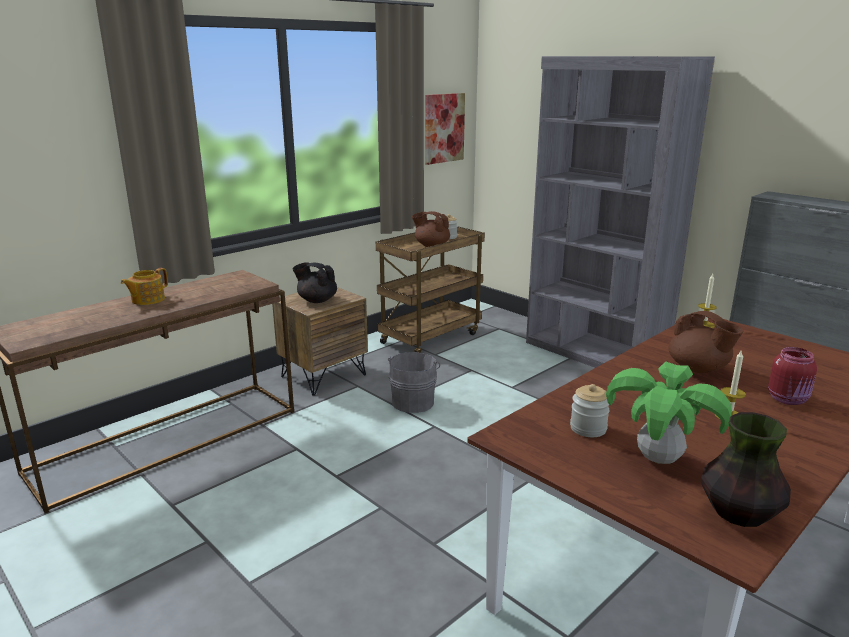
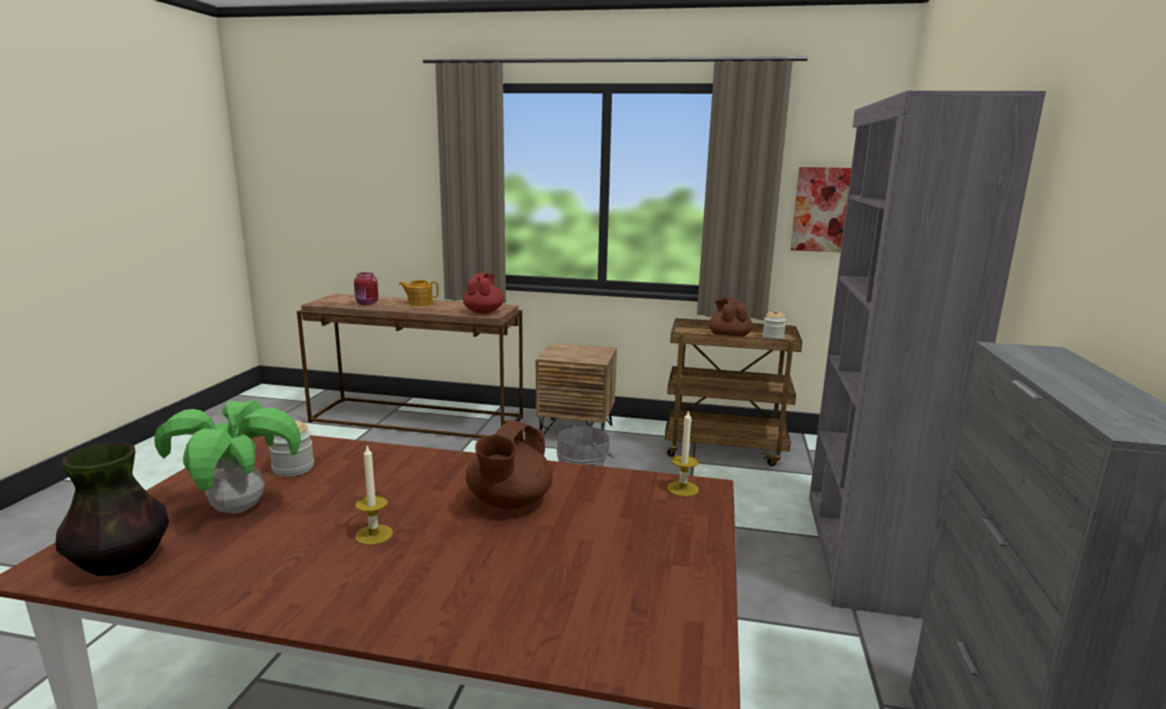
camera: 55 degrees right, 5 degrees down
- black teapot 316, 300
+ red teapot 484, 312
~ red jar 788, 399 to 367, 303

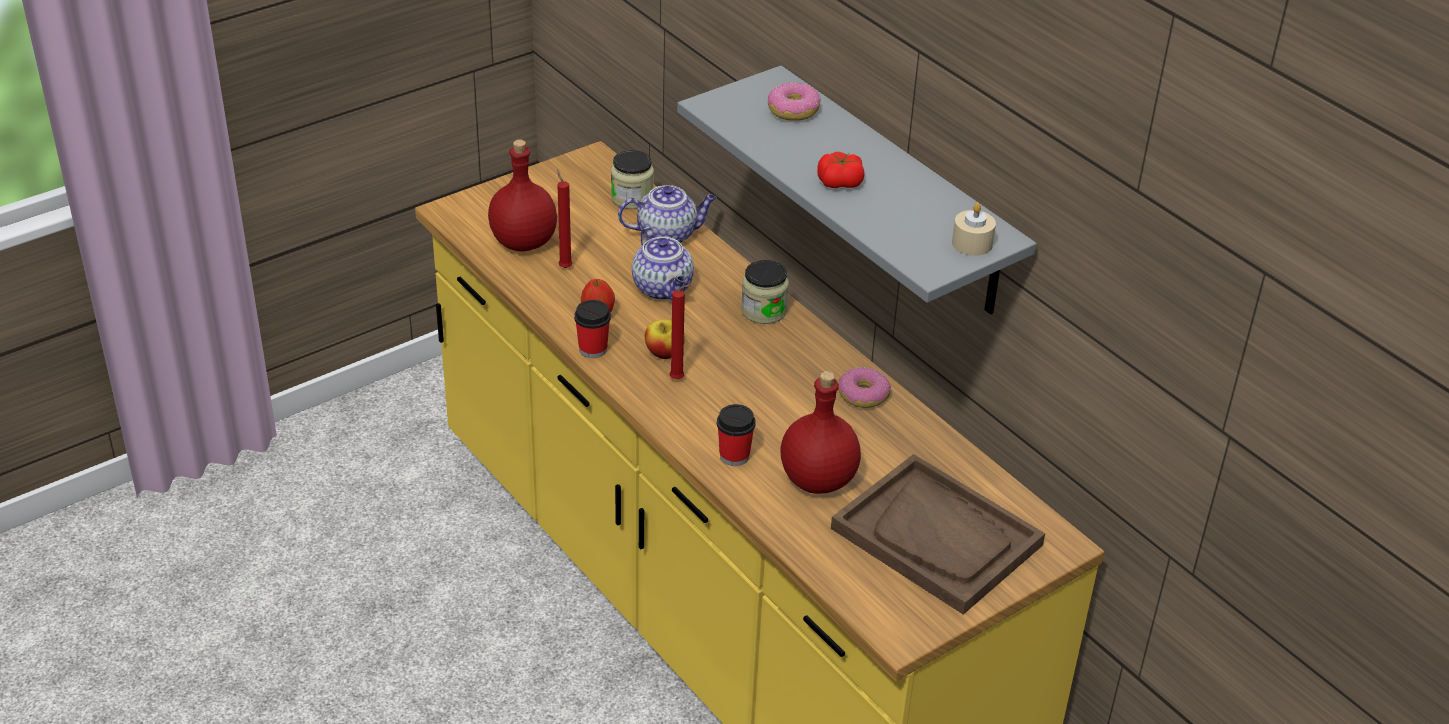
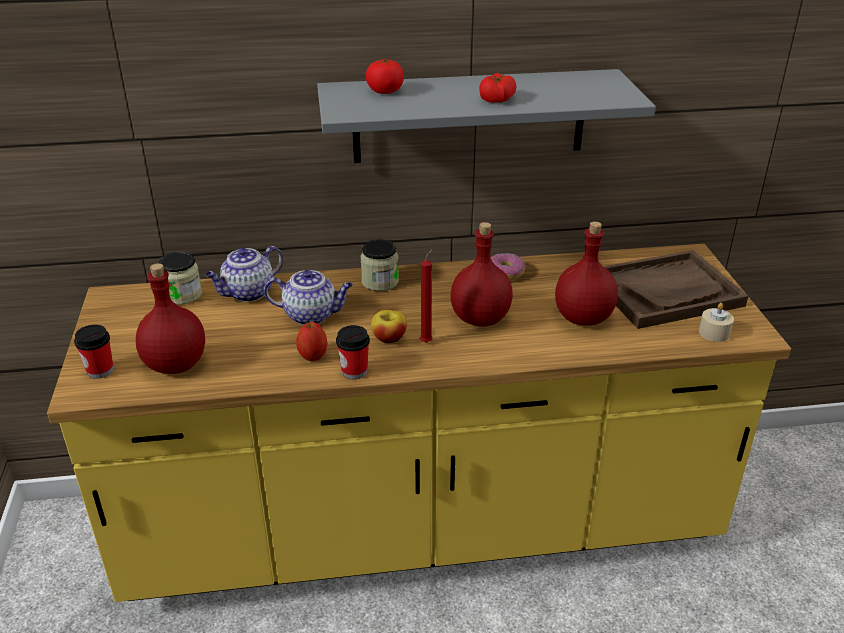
camera: 60 degrees left, 5 degrees down
- red candle 564, 266
+ red bottle 481, 319
~ cup 734, 456 to 100, 370
~ beige candle 972, 243 to 714, 333
~ donut 793, 110 to tomato 385, 91
~ teapot 668, 235 = 248, 293 150 degrees counterclockwise

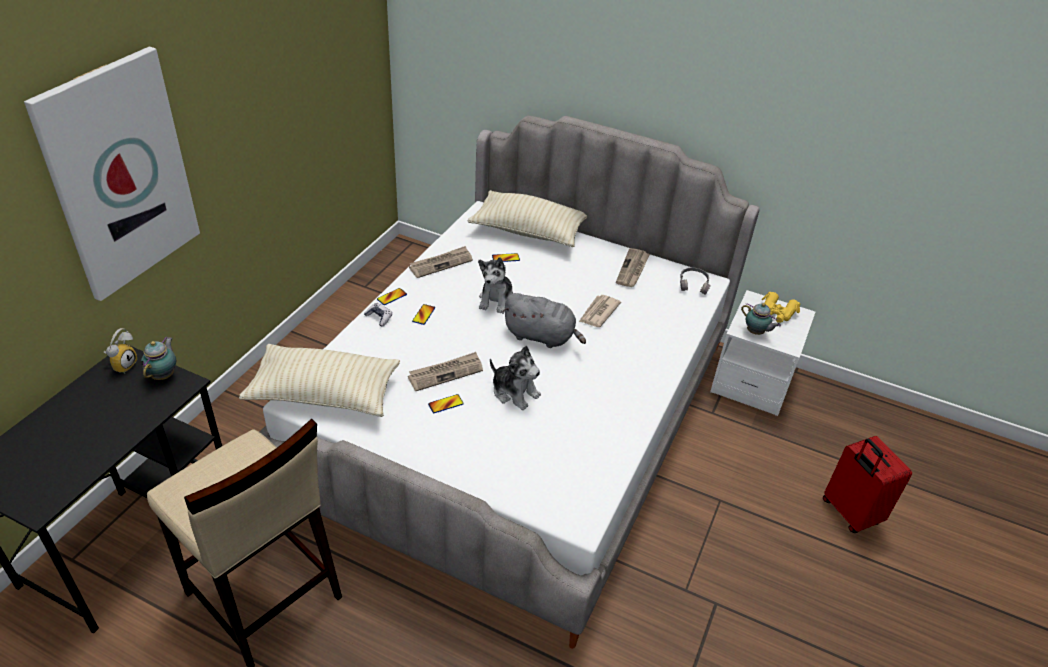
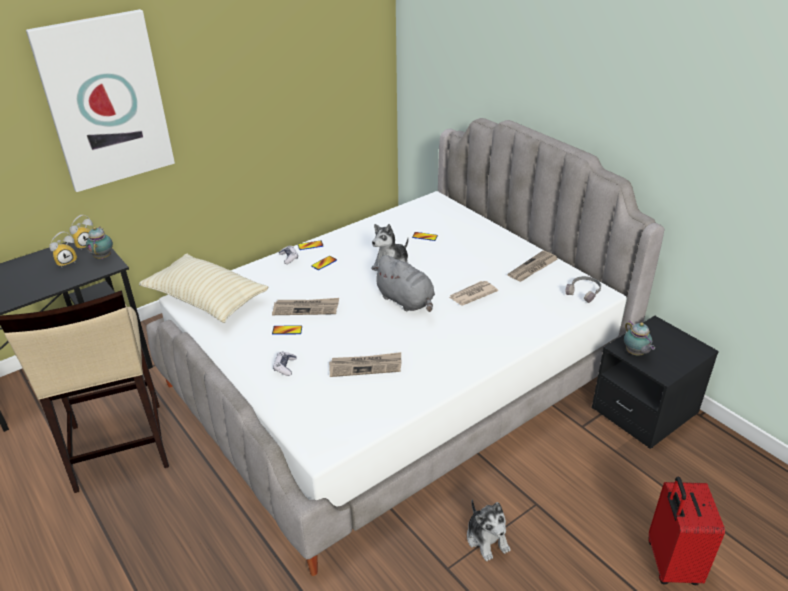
camera: 30 degrees right, 5 degrees down
- beige pillow 528, 231
- yellow binoculars 777, 312
+ alarm clock 67, 261
+ game controller 285, 367
~ newspaper 441, 263 to 366, 366
~ plush toy 514, 392 to 487, 539
~ white nightstand 752, 381 to black nightstand 644, 411
~ teapot 164, 375 = 103, 256 45 degrees counterclockwise

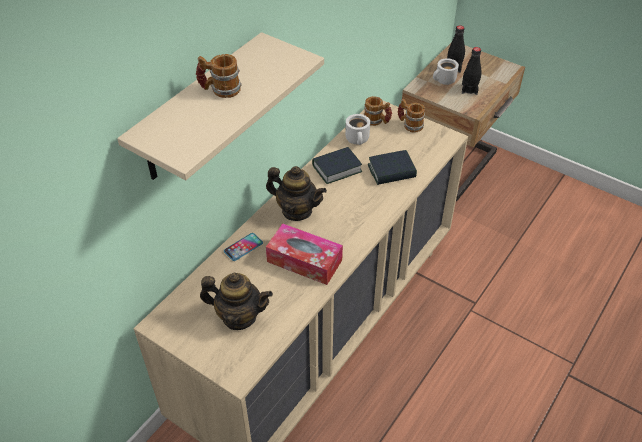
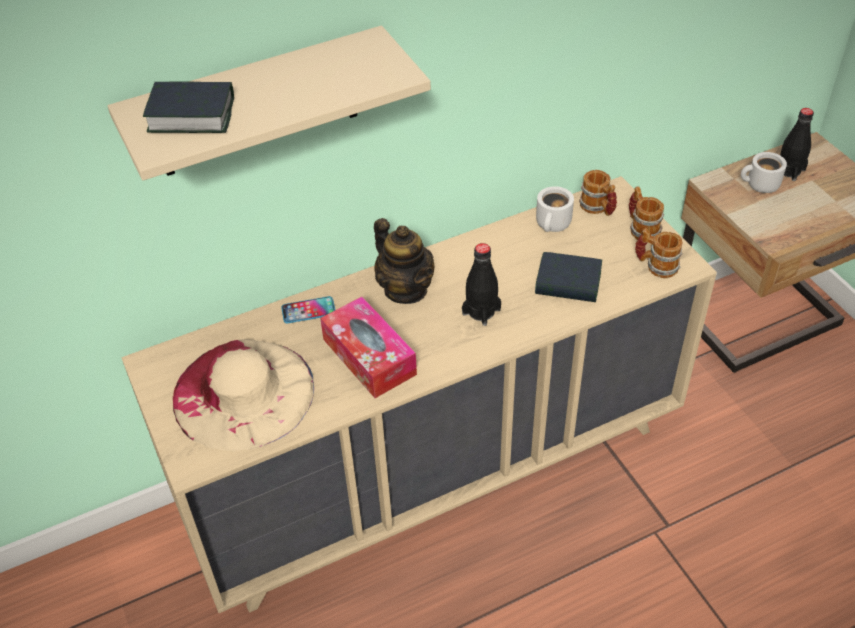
camera: 30 degrees right, 0 degrees up
~ mug 220, 90 to 656, 265
~ book 337, 169 to 191, 115
~ black bottle 469, 89 to 481, 311
~ teapot 239, 316 to beige hat 243, 393

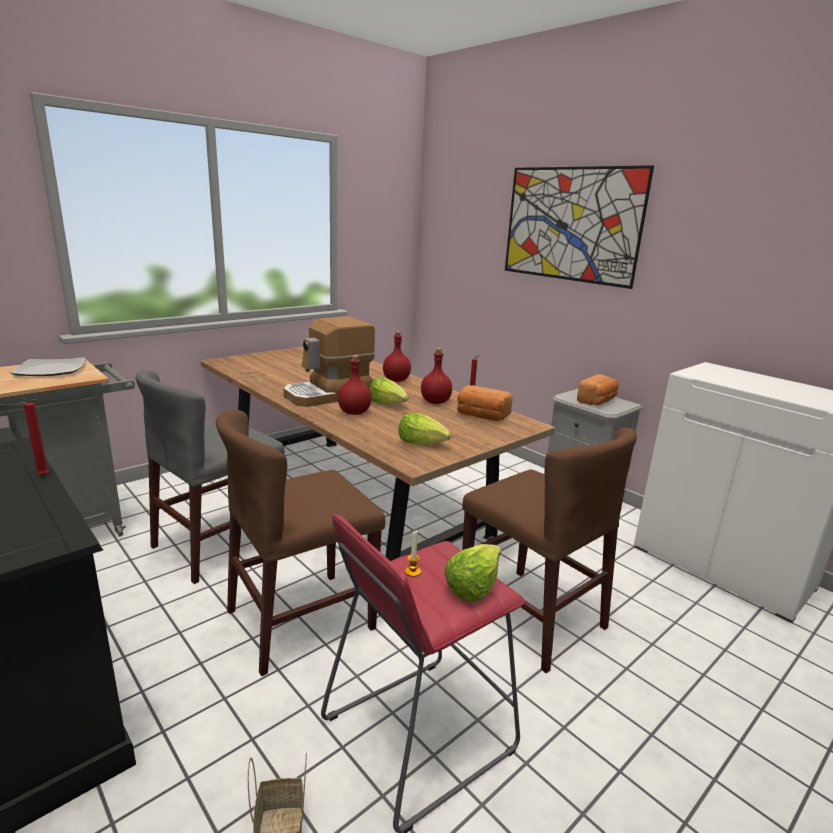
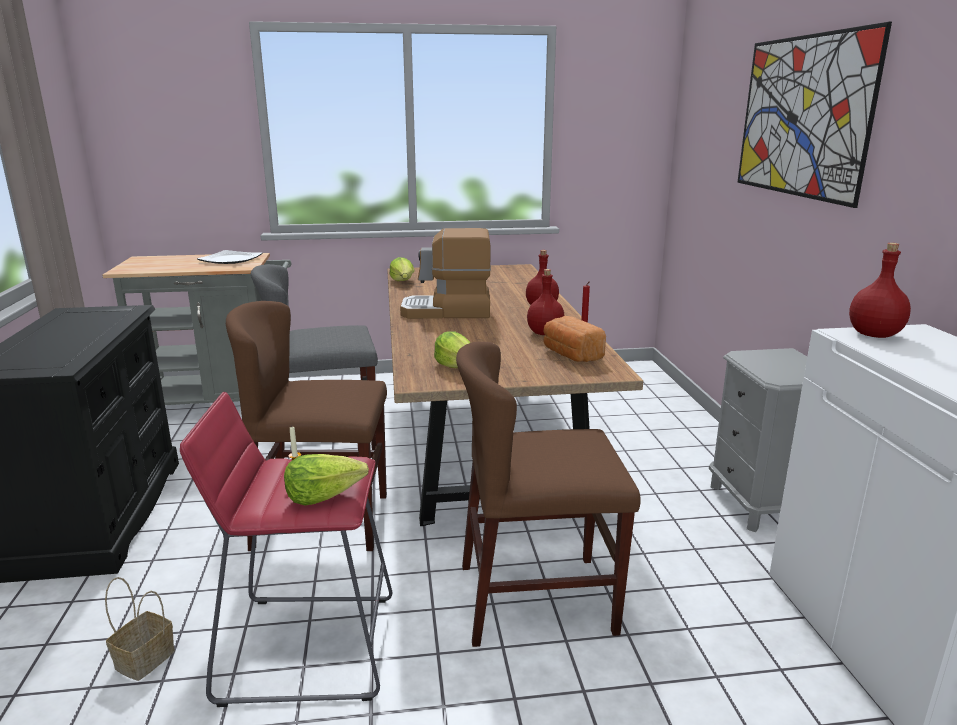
camera: 35 degrees right, 0 degrees up
- red candle 41, 476
- bread 597, 401
~ red bottle 354, 413 to 873, 335
~ lettuce 388, 404 to 403, 281
~ brown chair 531, 616 = 536, 598 90 degrees clockwise

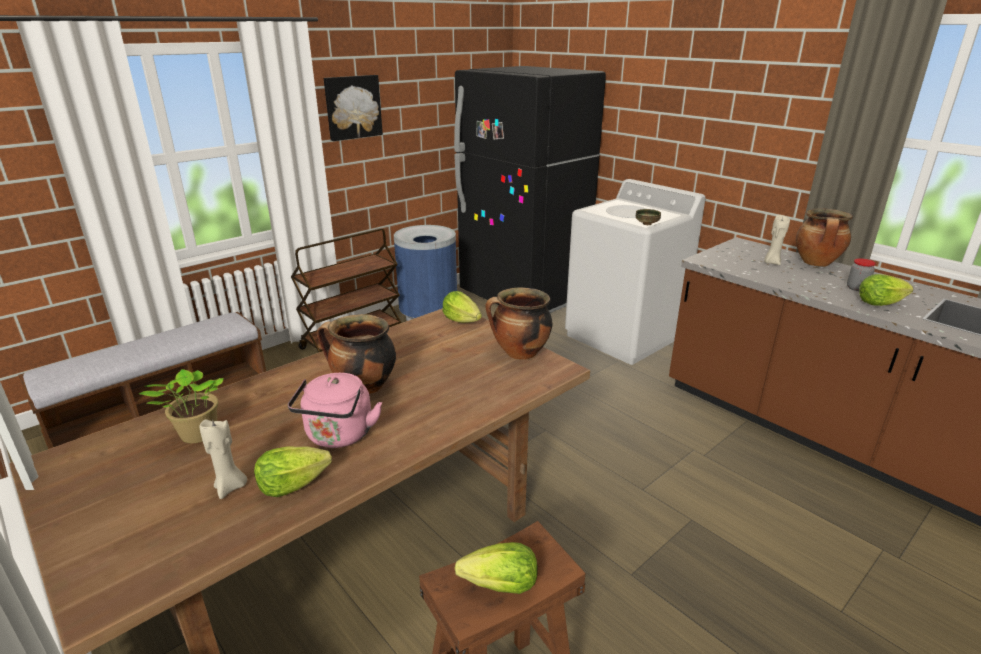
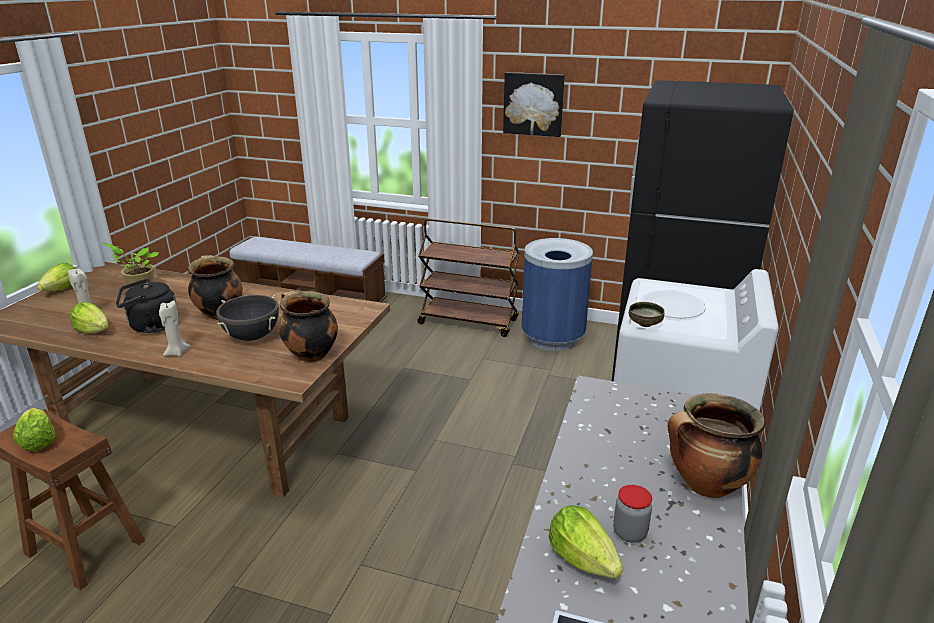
camera: 60 degrees right, 0 degrees up
+ black cooking pot 252, 337
~ lettuce 461, 320 to 62, 289
~ beige candle 771, 262 to 177, 352
~ pink kettle 339, 436 to black kettle 151, 326

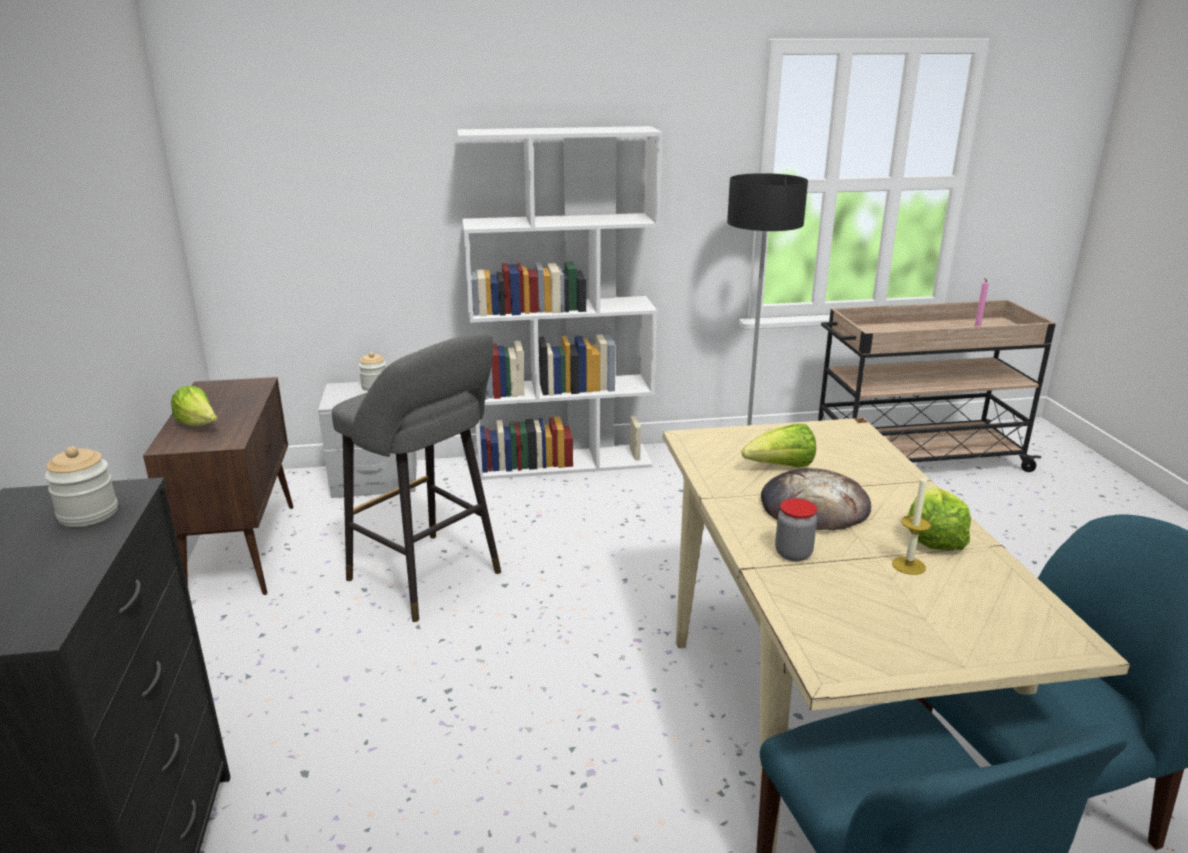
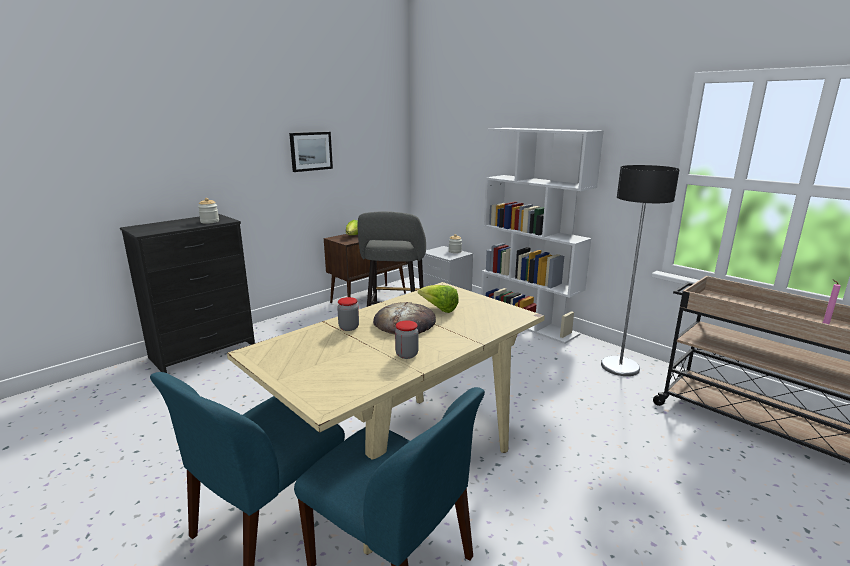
camera: 55 degrees right, 5 degrees down
- candle 908, 565
+ picture 311, 151
~ lettuce 933, 538 to jar 407, 354

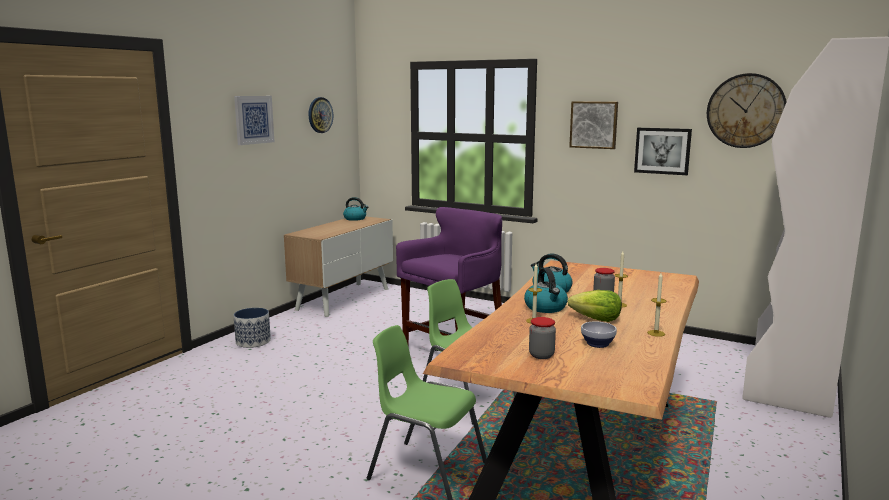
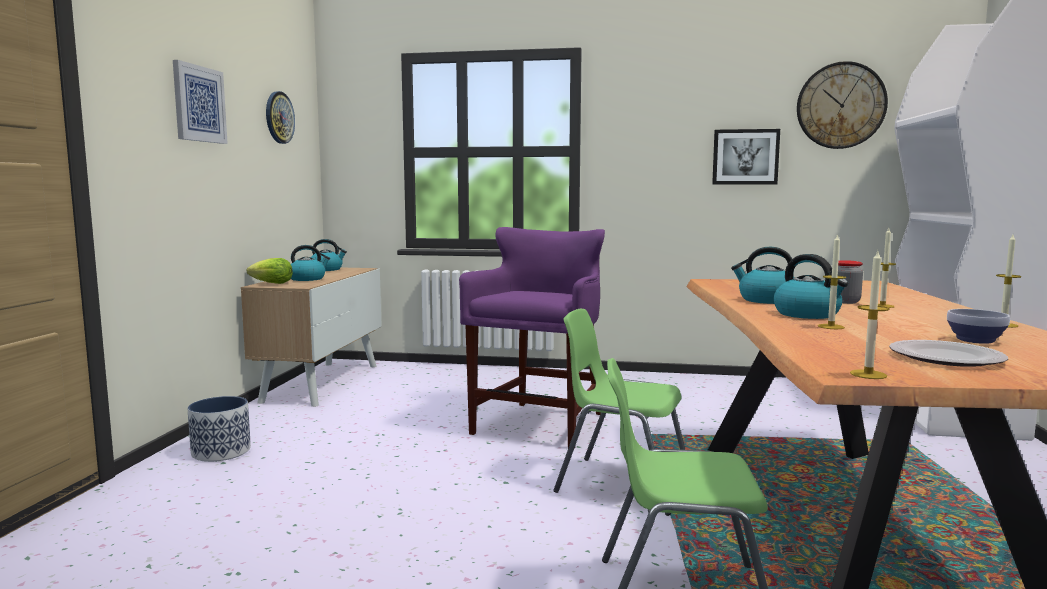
camera: 20 degrees left, 5 degrees down
- picture 594, 124
+ kettle 307, 279
+ candle 868, 374
~ lettuce 596, 319 to 272, 283
~ jar 541, 355 to plate 947, 357

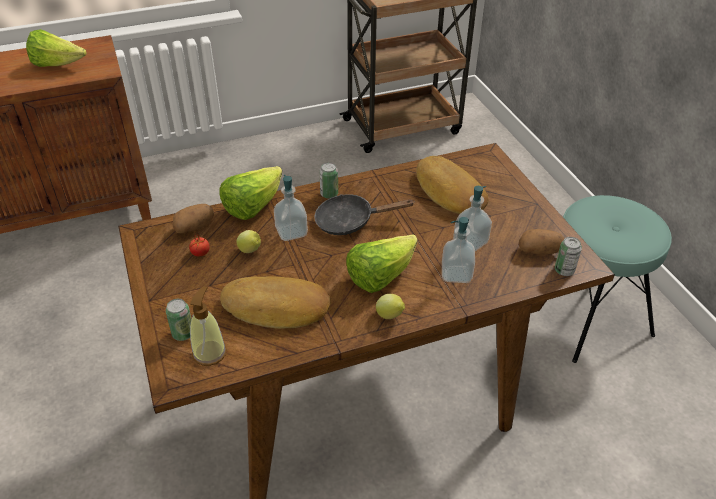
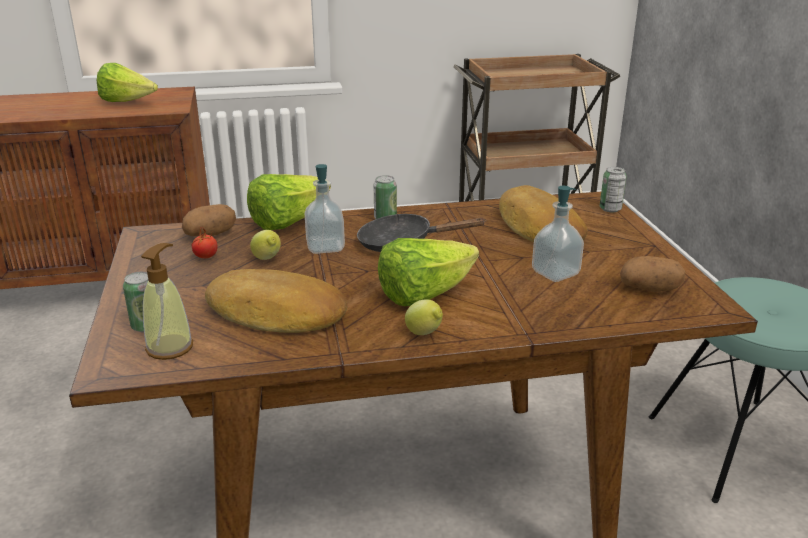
camera: 10 degrees right, 15 degrees down
- soap dispenser 456, 274
~ can 564, 270 to 610, 209

